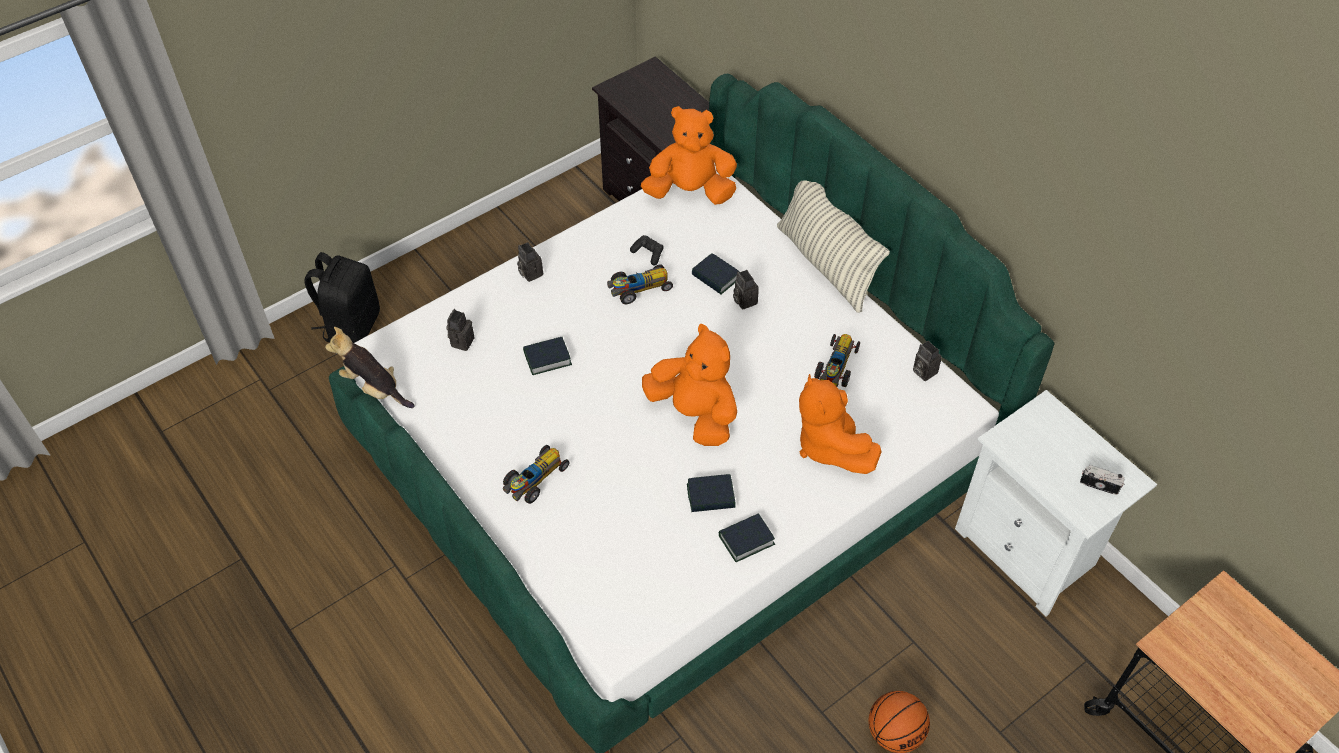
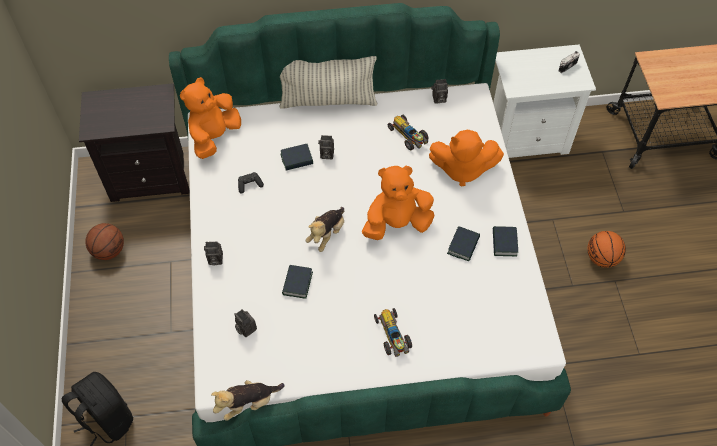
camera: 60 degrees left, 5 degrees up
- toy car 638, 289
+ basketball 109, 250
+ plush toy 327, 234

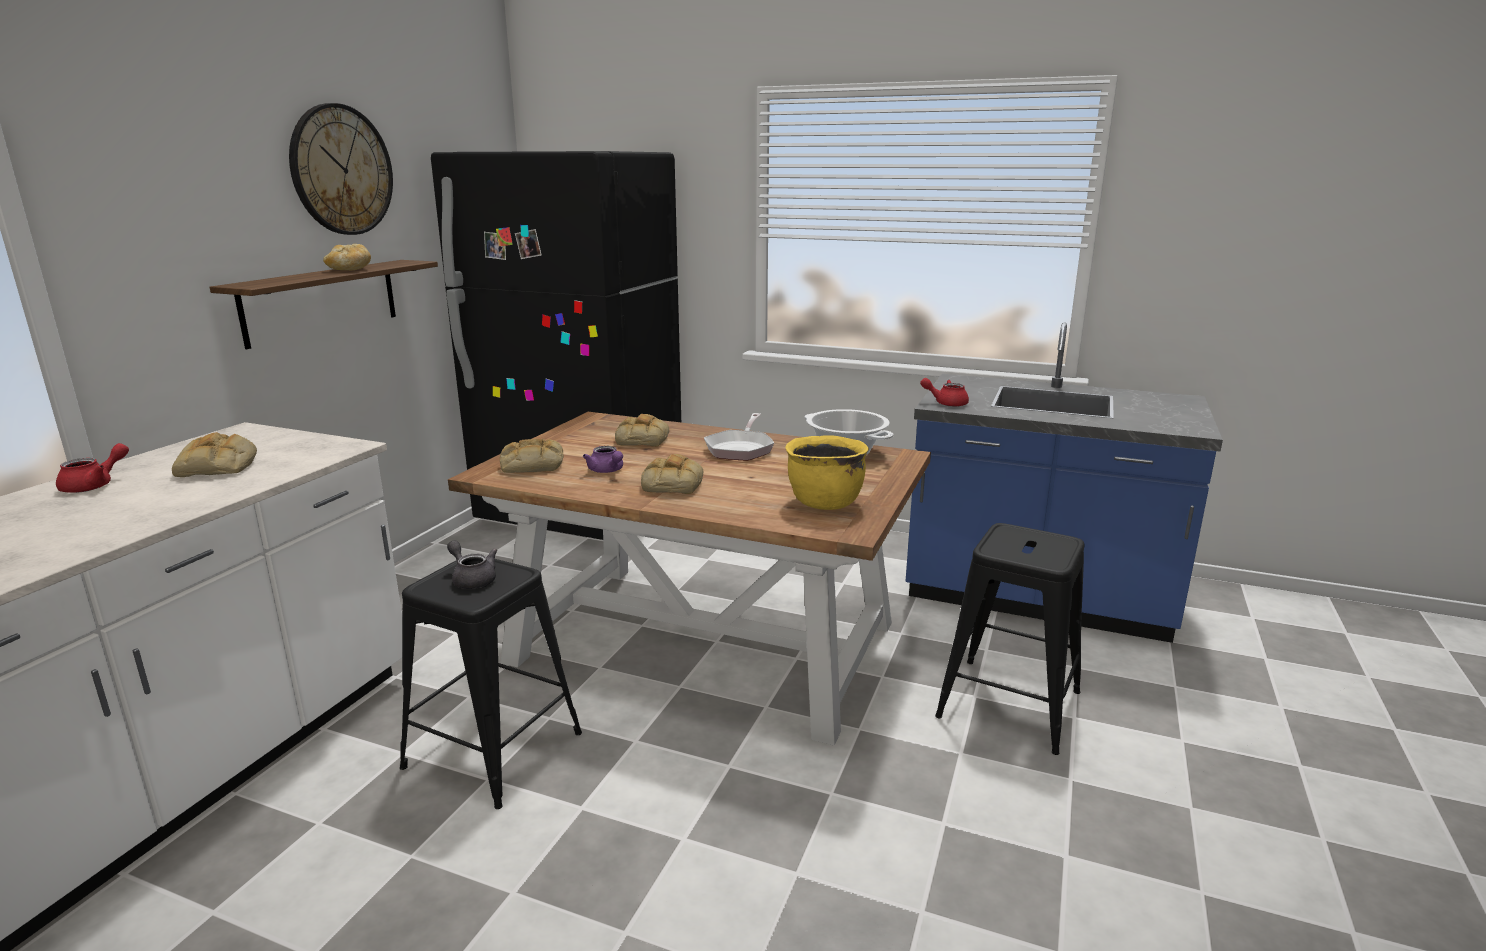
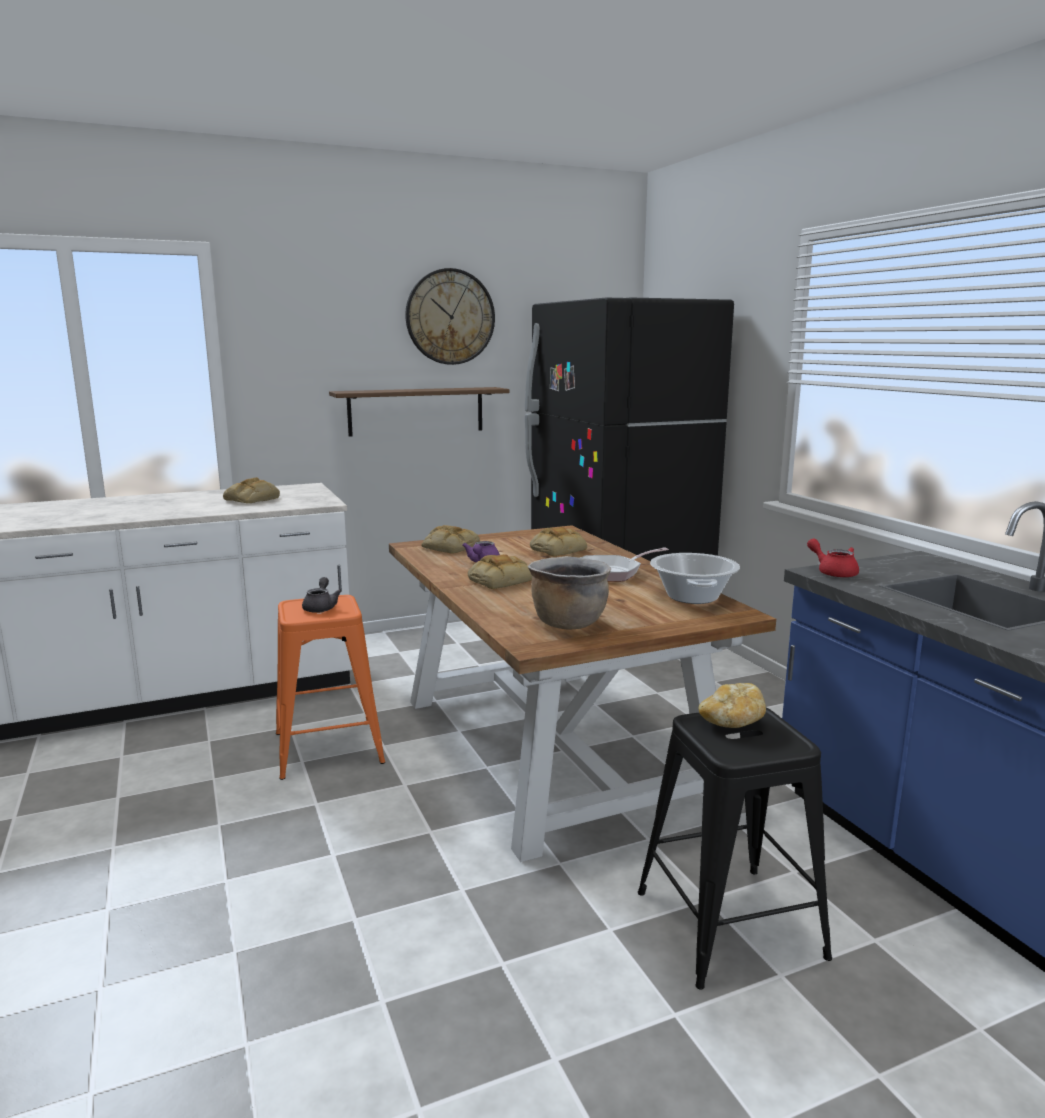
camera: 45 degrees right, 5 degrees down
- red teapot 95, 485
~ bread 349, 270 to 732, 722
~ black stool 494, 750 to orange stool 328, 748
~ yellow cooking pot 824, 502 to brown cooking pot 568, 623

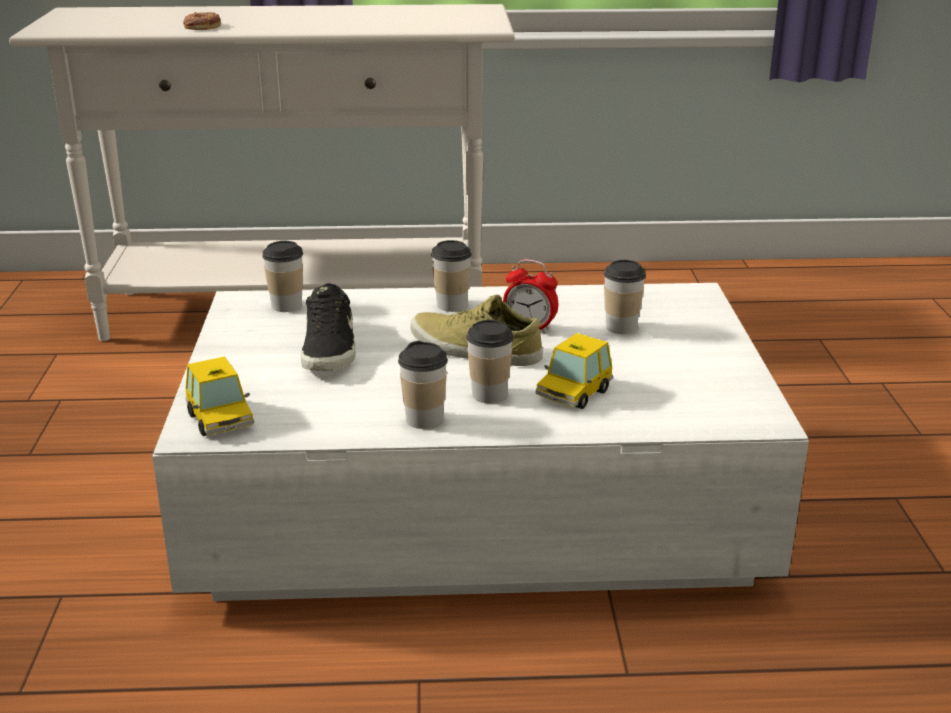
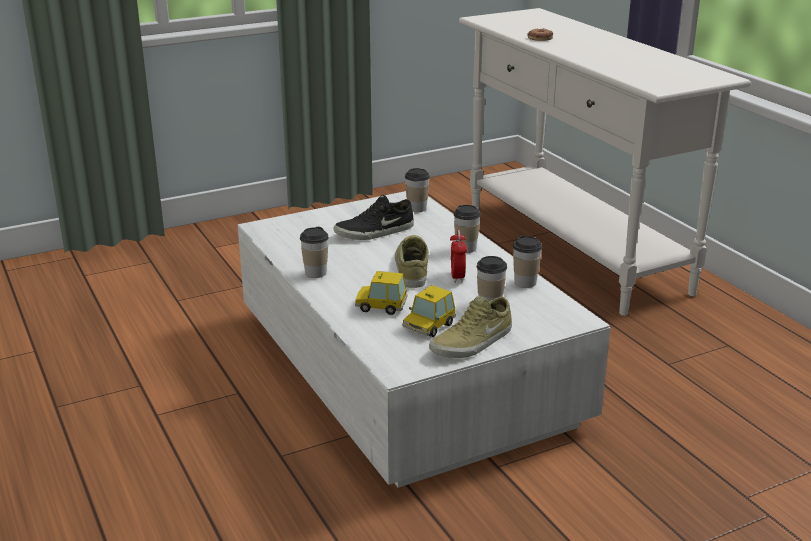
camera: 65 degrees right, 0 degrees up
+ beige shoe 473, 343
~ toy car 220, 420 to 429, 326
~ cup 489, 394 to 525, 282

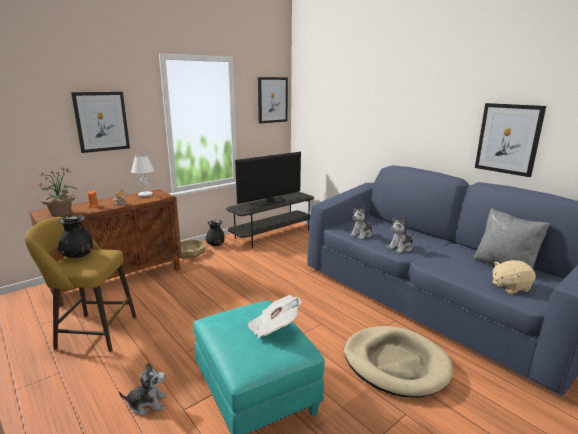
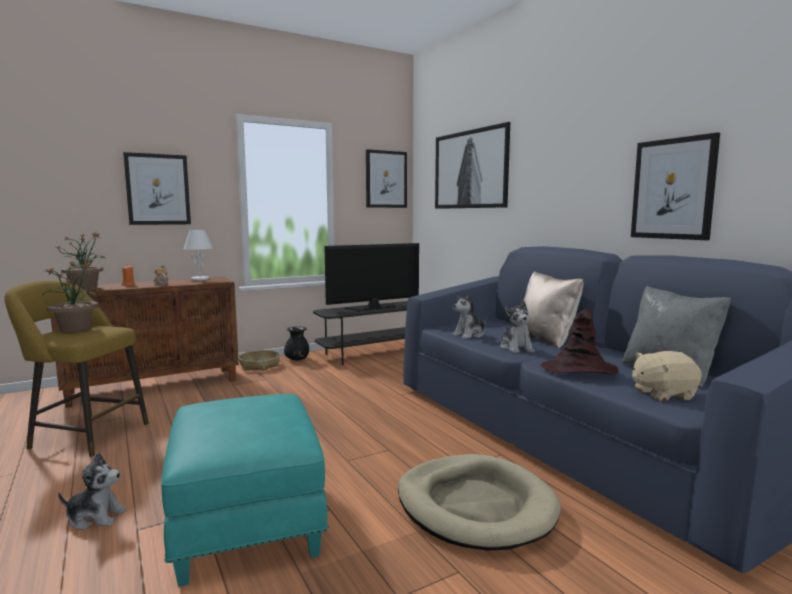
camera: 10 degrees right, 10 degrees down
- newspaper 273, 327
+ picture 471, 169
+ beige pillow 545, 339
+ brown hat 579, 369
~ black vase 78, 256 to potted plant 75, 328
~ plush toy 400, 248 = 516, 348 75 degrees counterclockwise

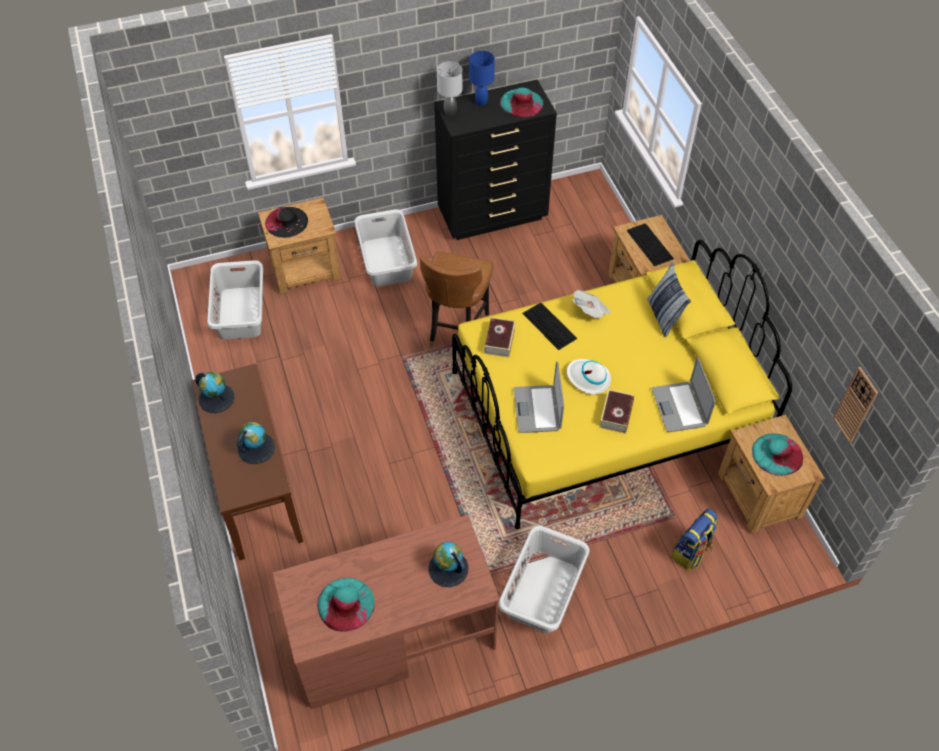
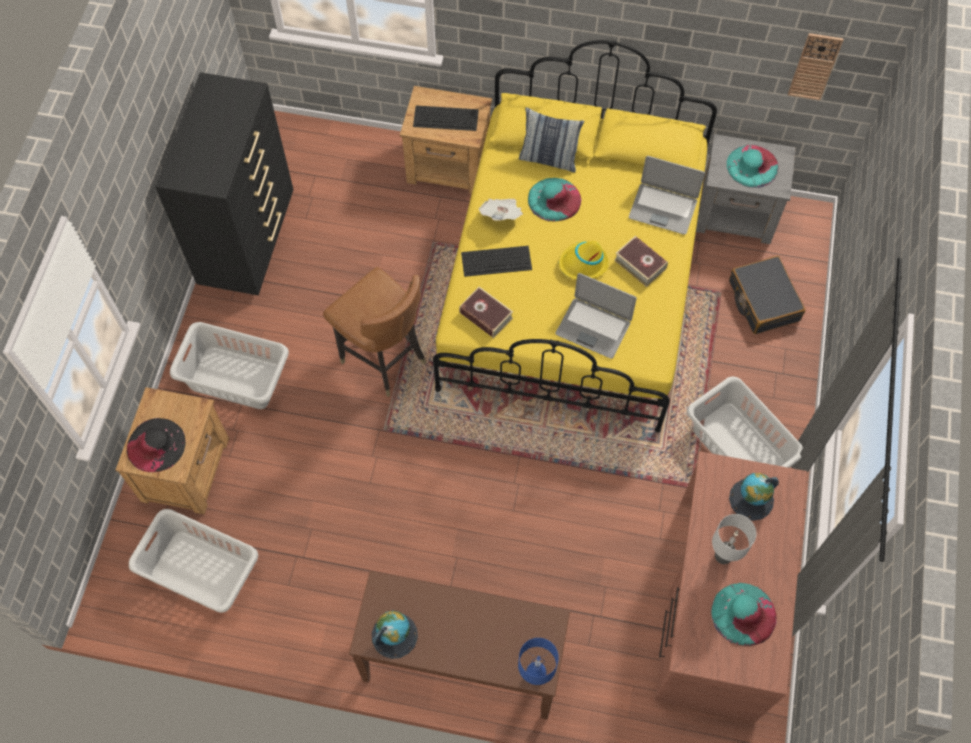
camera: 60 degrees left, 10 degrees up
- globe 256, 448
~ grey table lamp 450, 113 to 723, 557
~ blue table lamp 481, 102 to 535, 676
~ turquoise hat 521, 103 to 554, 199
~ backpack 691, 552 to black suitcase 763, 301
~ white hat 588, 378 to yellow hat 583, 264
~ brown nightstand 759, 496 to grey nightstand 736, 214

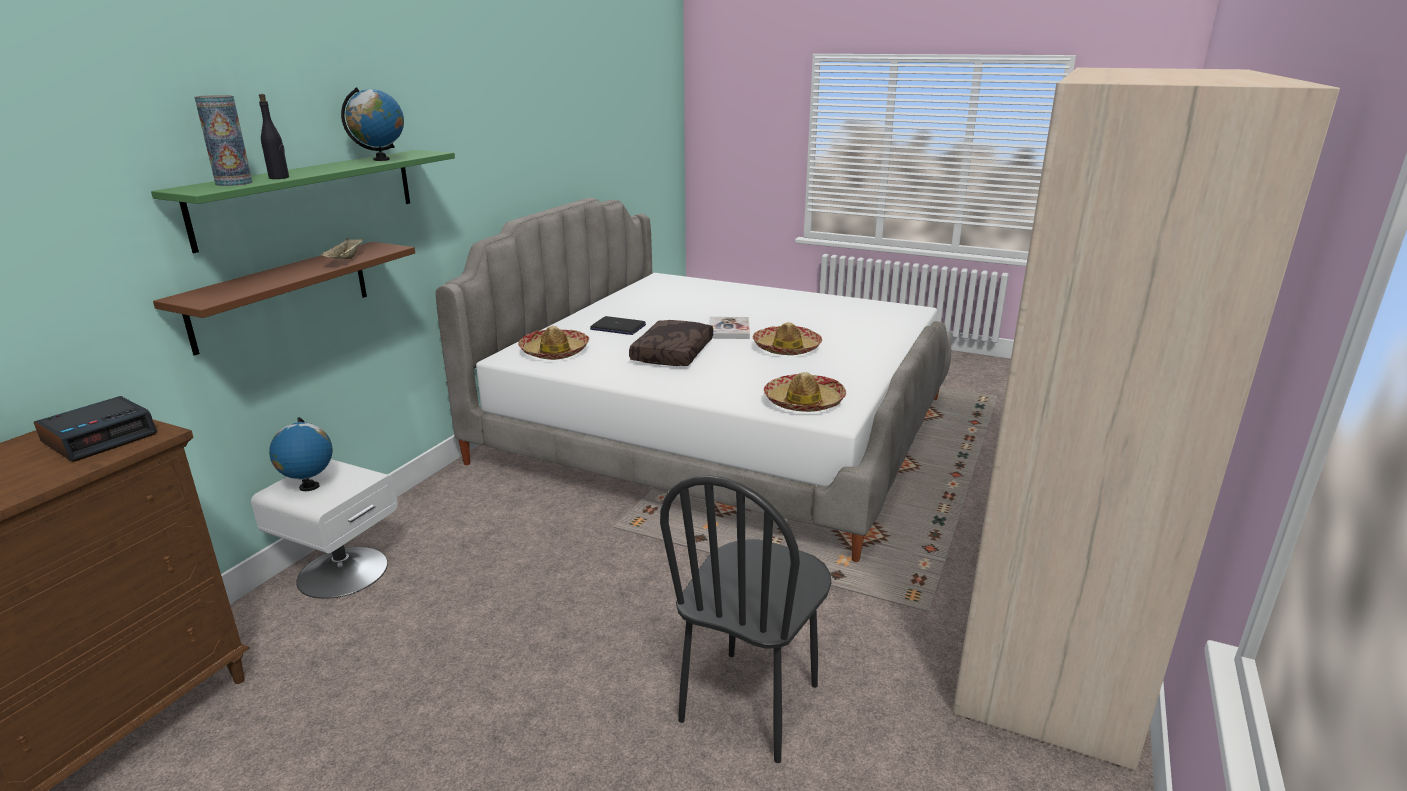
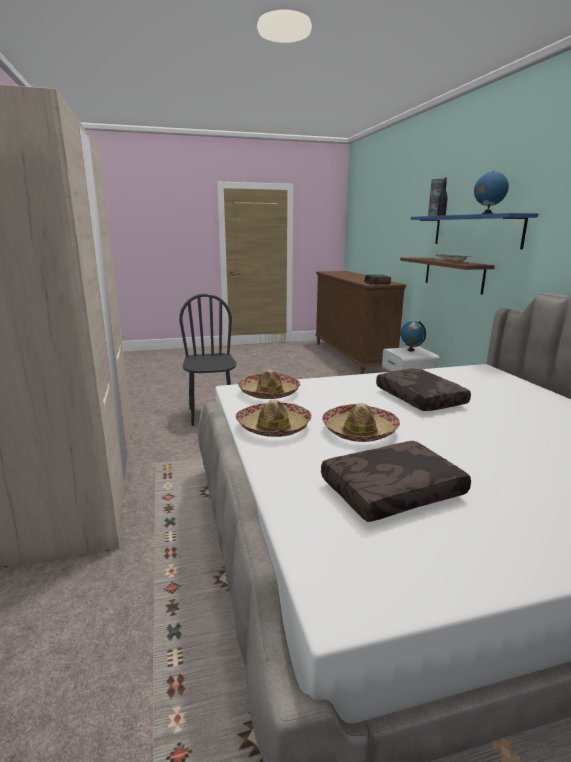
camera: 140 degrees right, 5 degrees down
- laptop 617, 327
- book 729, 330
+ brown pillow 392, 493
~ hat 554, 352 to 274, 427
~ green shelf 309, 196 to blue shelf 475, 231

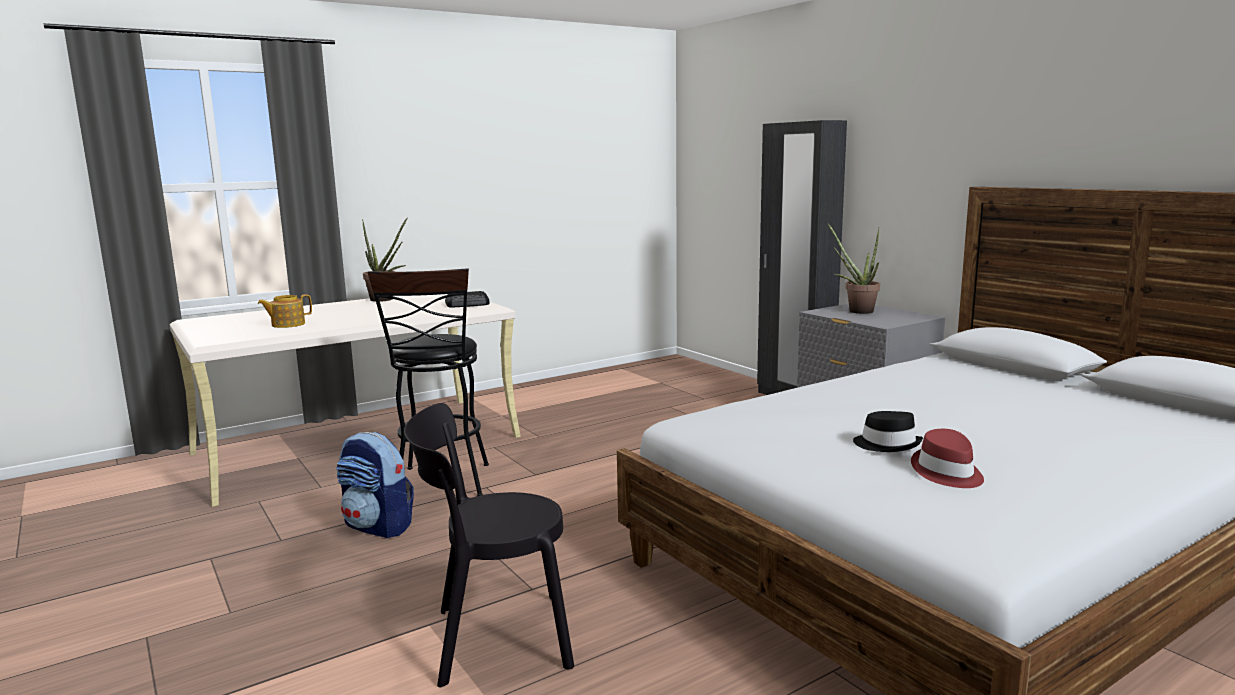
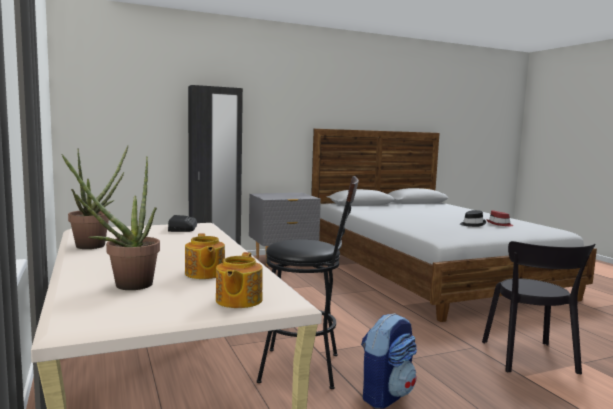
camera: 80 degrees left, 5 degrees down
+ teapot 238, 300
~ potted plant 856, 311 to 125, 286

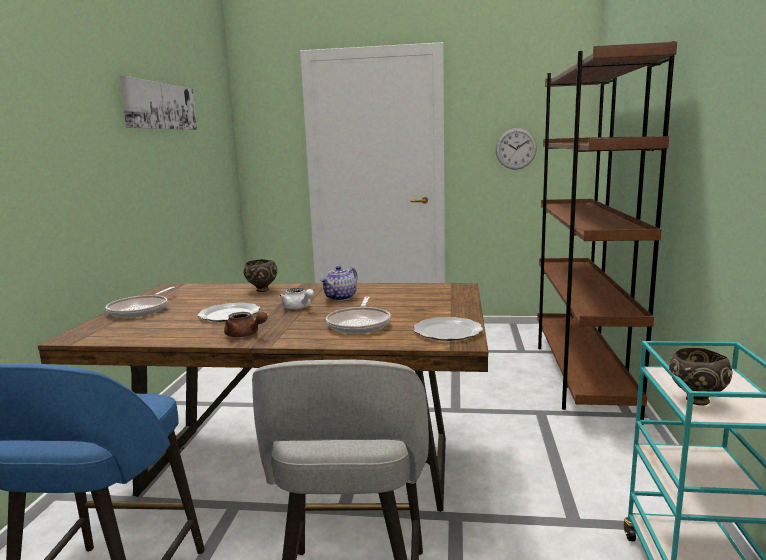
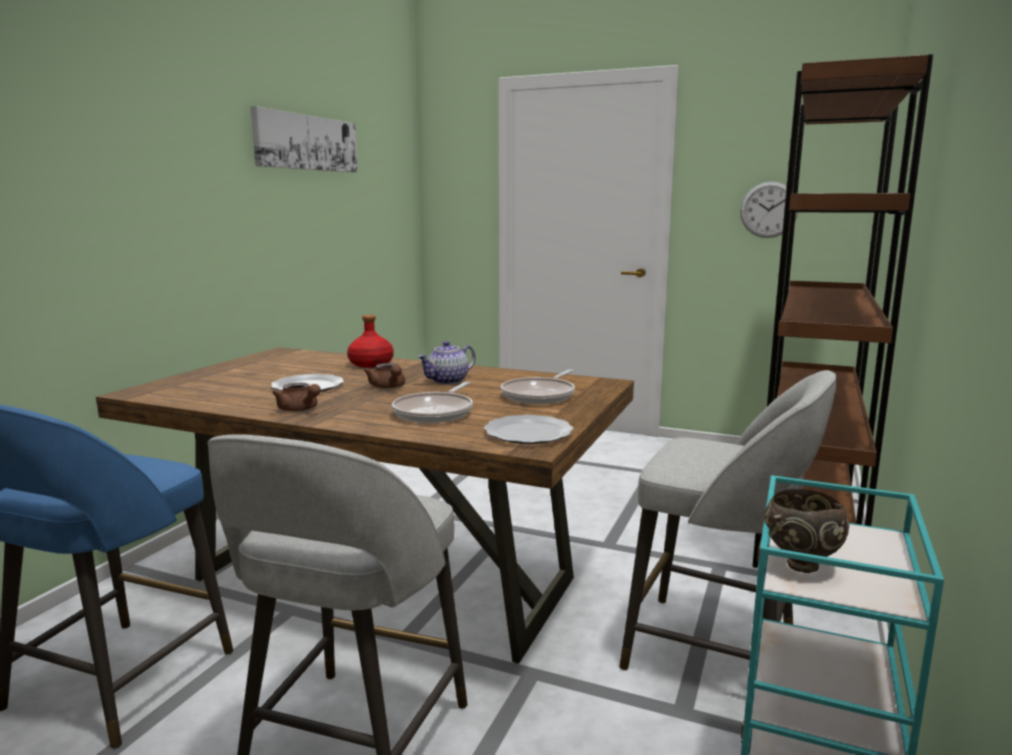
camera: 15 degrees right, 0 degrees up
+ grey stool 716, 652
~ frying pan 141, 310 to 540, 395
~ brown bowl 261, 290 to red bottle 370, 364
~ white teapot 298, 308 to brown teapot 388, 387

